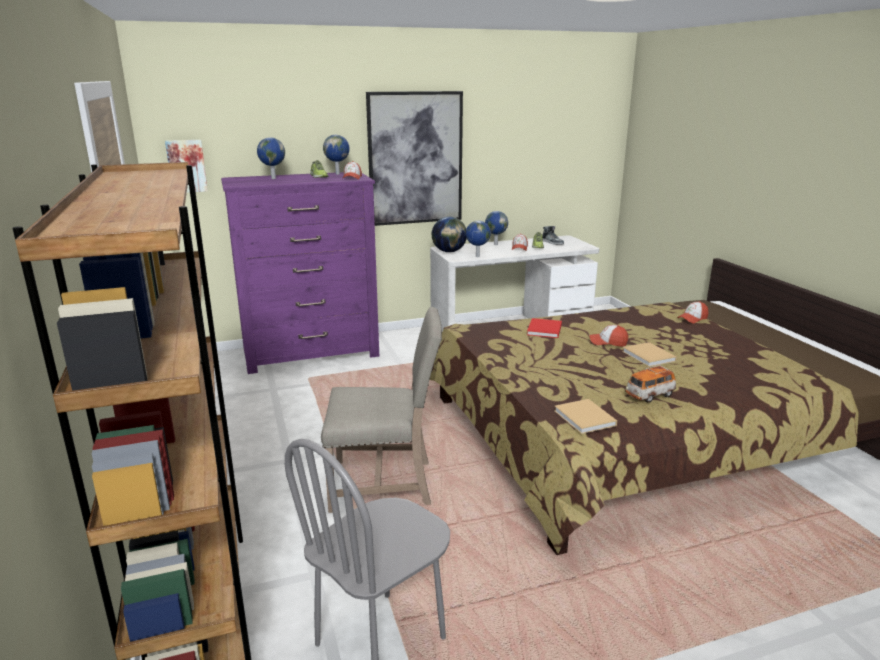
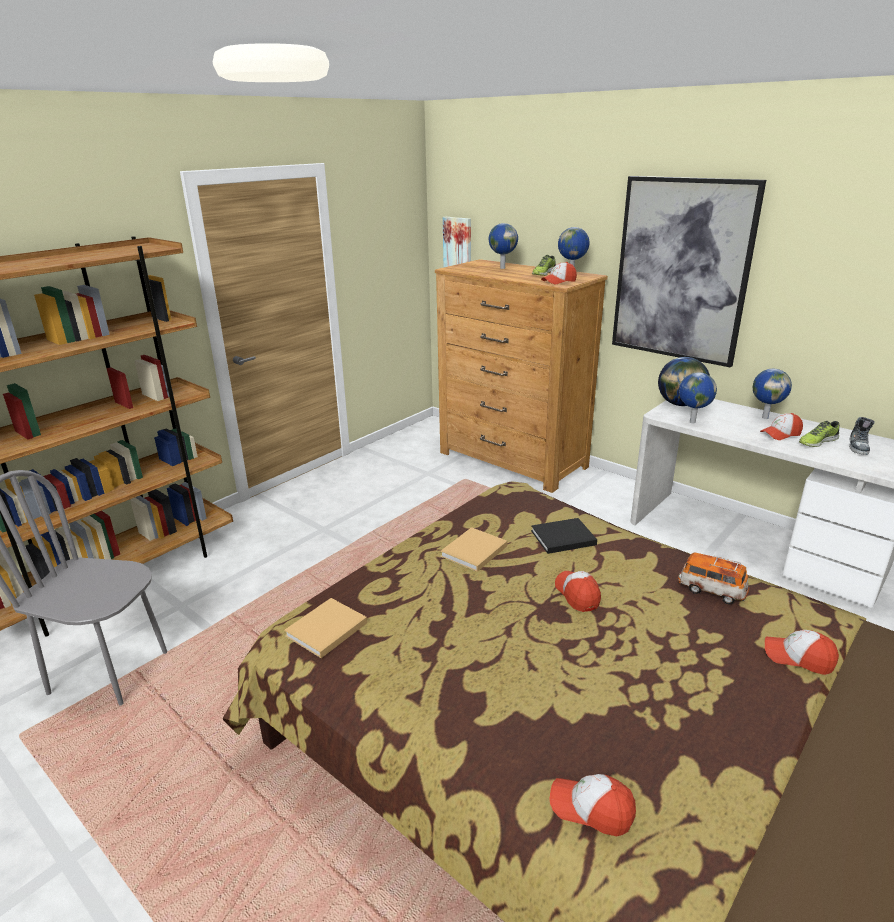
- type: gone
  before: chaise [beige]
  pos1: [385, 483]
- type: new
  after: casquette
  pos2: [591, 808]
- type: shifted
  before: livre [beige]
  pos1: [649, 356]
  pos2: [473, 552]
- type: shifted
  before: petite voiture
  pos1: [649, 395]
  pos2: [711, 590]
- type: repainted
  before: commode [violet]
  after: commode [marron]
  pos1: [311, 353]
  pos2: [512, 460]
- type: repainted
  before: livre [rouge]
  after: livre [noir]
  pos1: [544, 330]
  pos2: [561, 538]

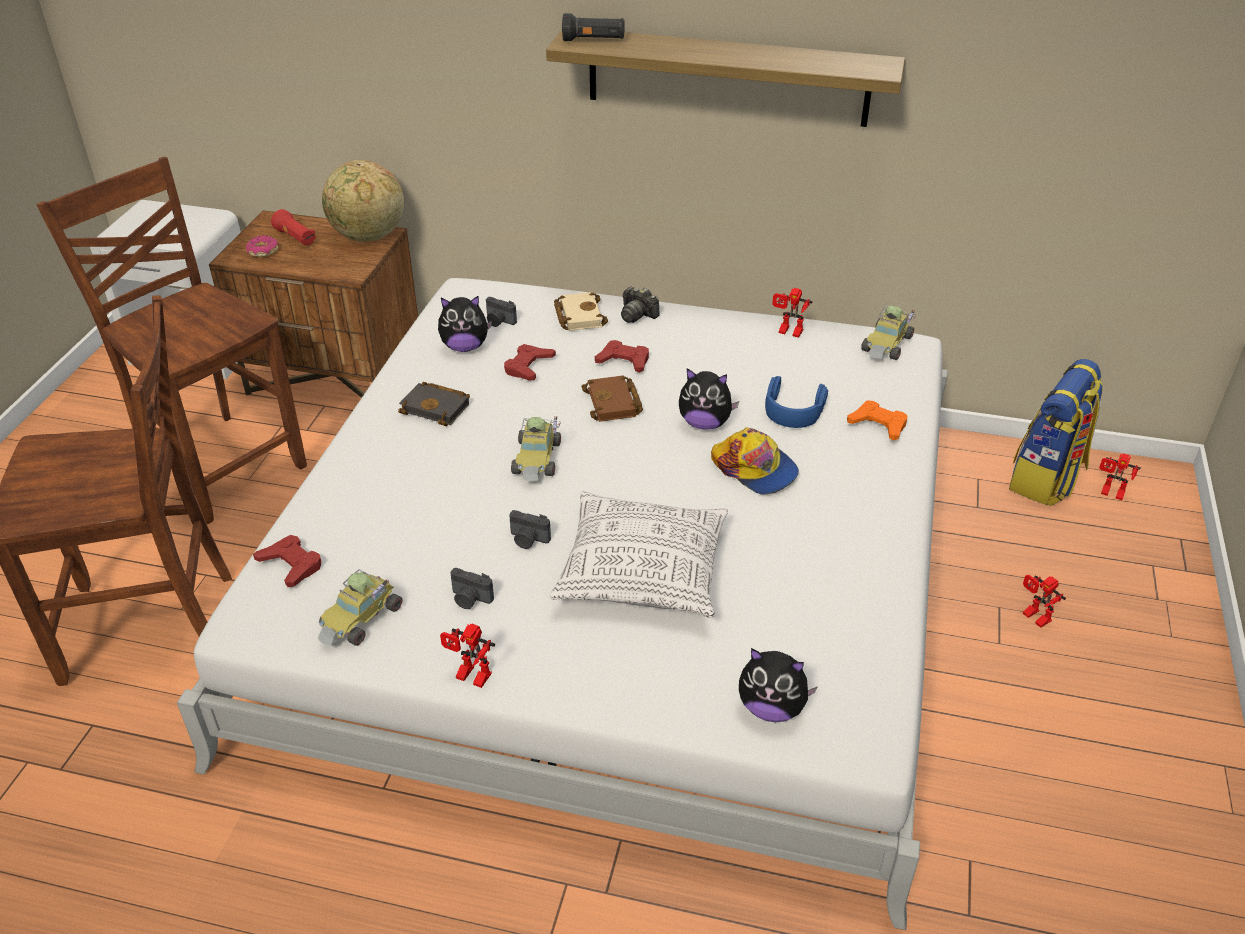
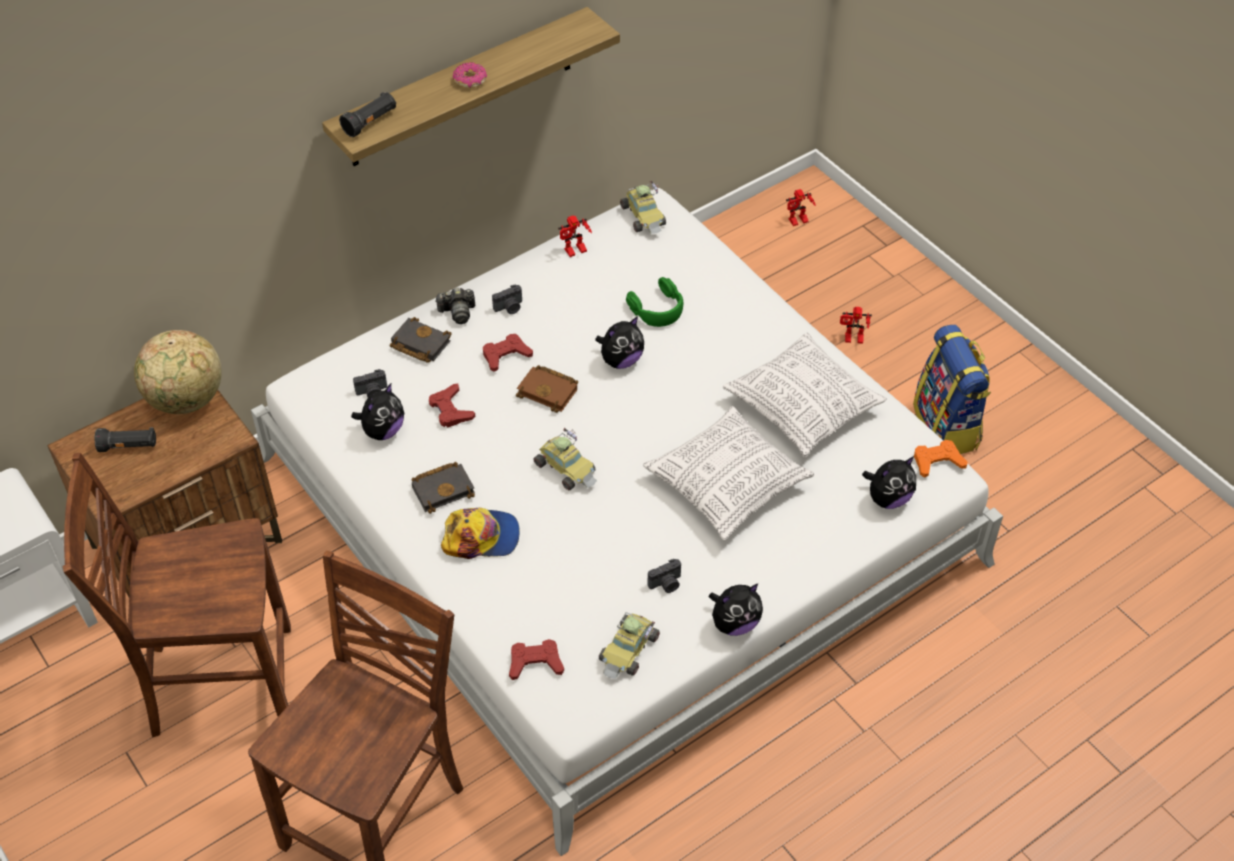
- type: new
  after: coussin
  pos2: [803, 407]
- type: shifted
  before: beignet
  pos1: [263, 251]
  pos2: [470, 80]
- type: shifted
  before: appareil photo
  pos1: [528, 540]
  pos2: [509, 308]
- type: shifted
  before: casquette
  pos1: [755, 468]
  pos2: [481, 537]
- type: shifted
  before: manette [orange]
  pos1: [878, 424]
  pos2: [937, 462]
- type: shifted
  before: sac à dos
  pos1: [1046, 479]
  pos2: [947, 427]
- type: swapped
  before: robot jouet
  after: peluche
  pos1: [469, 678]
  pos2: [734, 623]
- type: repainted
  before: lampe de poche [rouge]
  after: lampe de poche [noir]
  pos1: [296, 238]
  pos2: [129, 446]
- type: repainted
  before: livre [beige]
  after: livre [noir]
  pos1: [578, 315]
  pos2: [418, 344]
- type: repainted
  before: casque audio [bleu]
  after: casque audio [vert]
  pos1: [793, 409]
  pos2: [657, 309]
- type: rotated
  before: petite voiture
  pos1: [362, 619]
  pos2: [629, 650]
  turn: 45

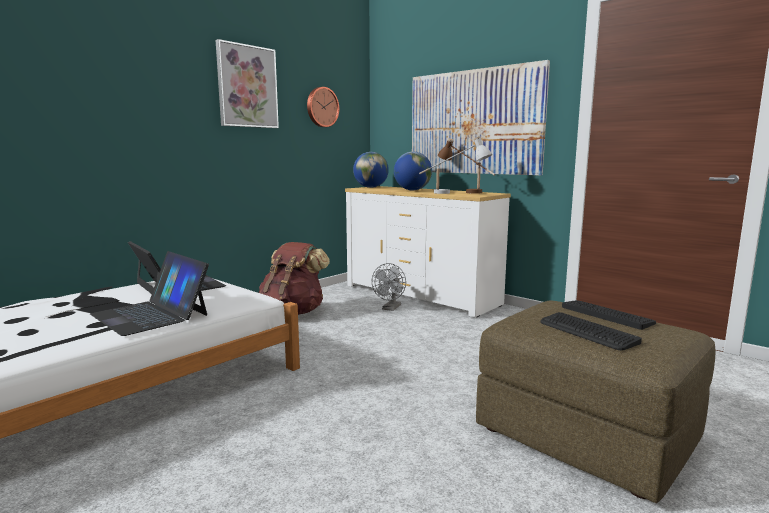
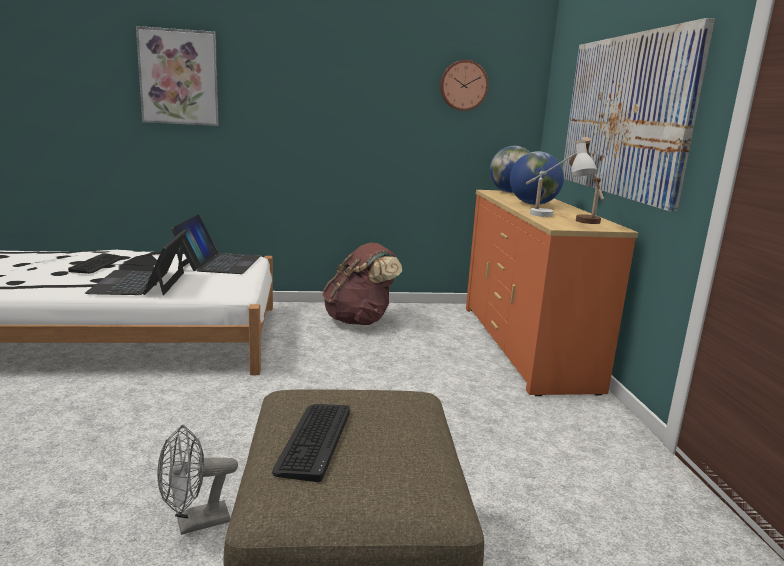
- type: shifted
  before: tableau
  pos1: [247, 86]
  pos2: [179, 77]
- type: shifted
  before: ventilateur [gris]
  pos1: [390, 308]
  pos2: [194, 523]
- type: shifted
  before: clavier
  pos1: [607, 314]
  pos2: [97, 264]
- type: repainted
  before: commode [blanc]
  after: commode [orange]
  pos1: [420, 295]
  pos2: [526, 345]

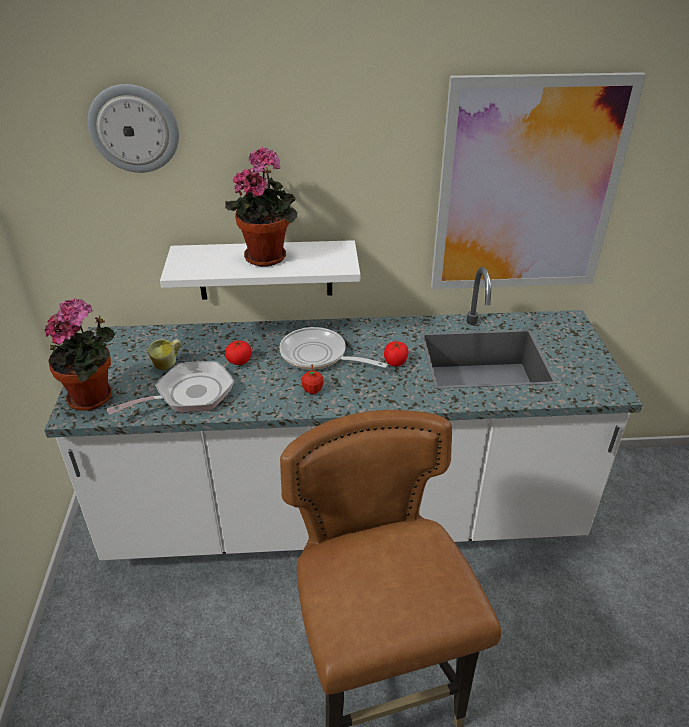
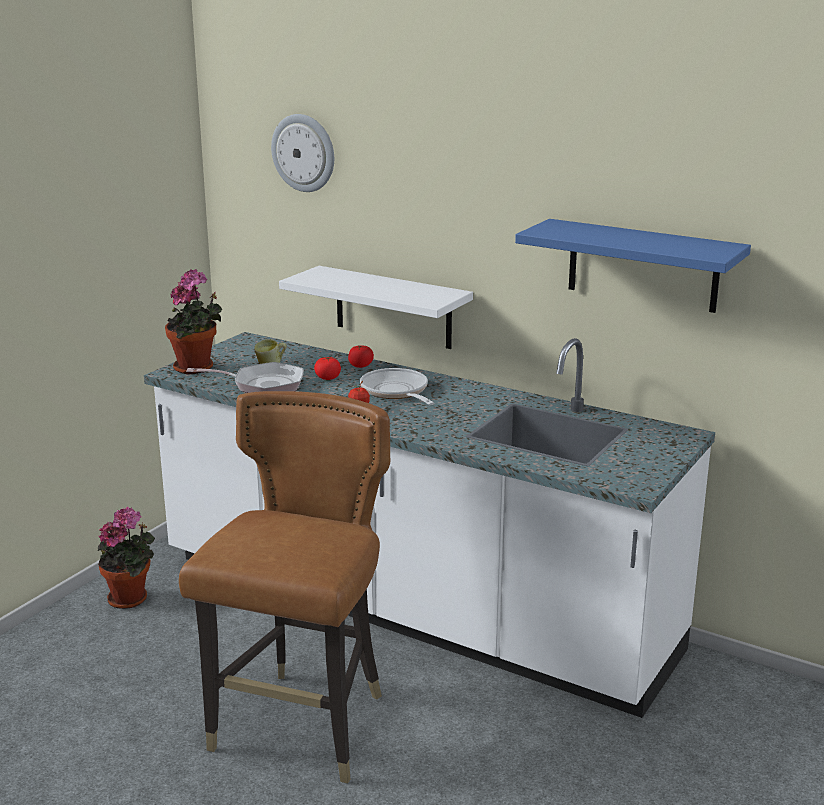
- type: shifted
  before: plante en pot
  pos1: [267, 255]
  pos2: [131, 598]
- type: shifted
  before: tomate
  pos1: [395, 362]
  pos2: [360, 366]
- type: swapped
  before: tableau
  after: étagère [bleu]
  pos1: [527, 188]
  pos2: [642, 265]

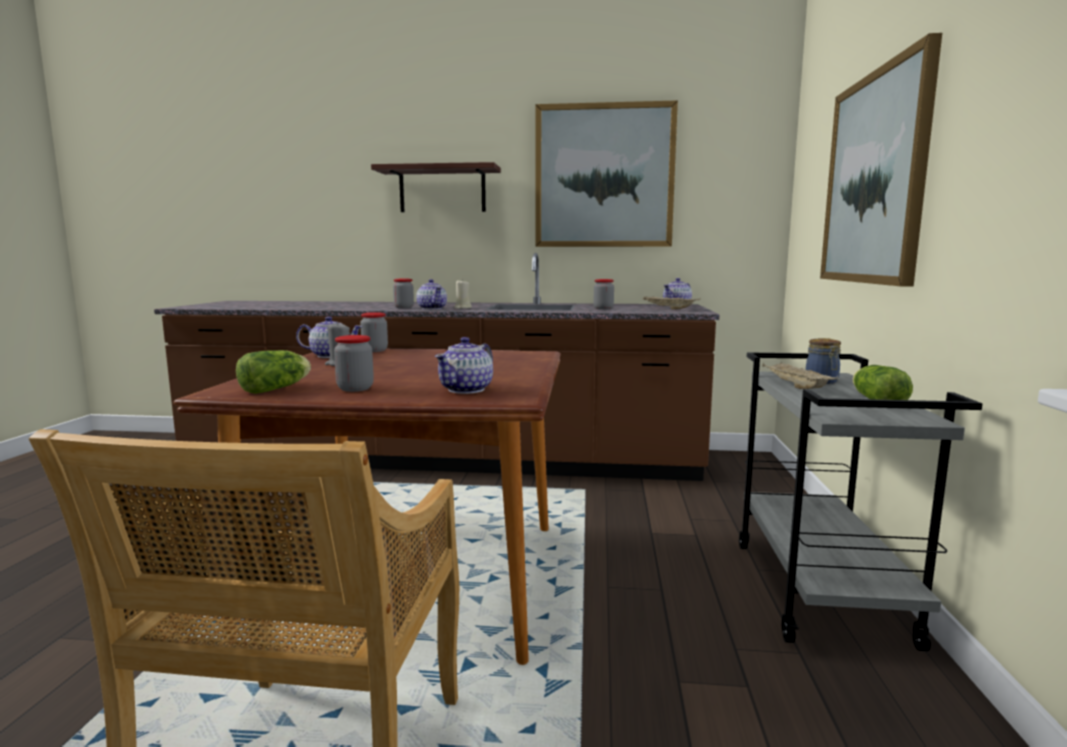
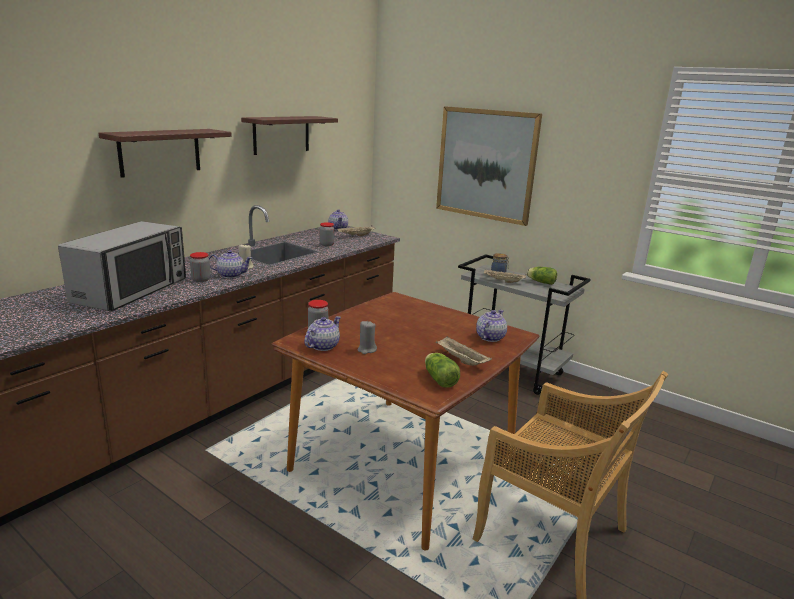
- type: new
  after: micro-ondes
  pos2: [132, 291]
- type: swapped
  before: bocal
  after: plateau [beige]
  pos1: [355, 388]
  pos2: [460, 360]
- type: swapped
  before: tableau
  after: étagère
  pos1: [604, 176]
  pos2: [281, 134]
- type: rotated
  before: théière
  pos1: [467, 389]
  pos2: [489, 337]
  turn: -120

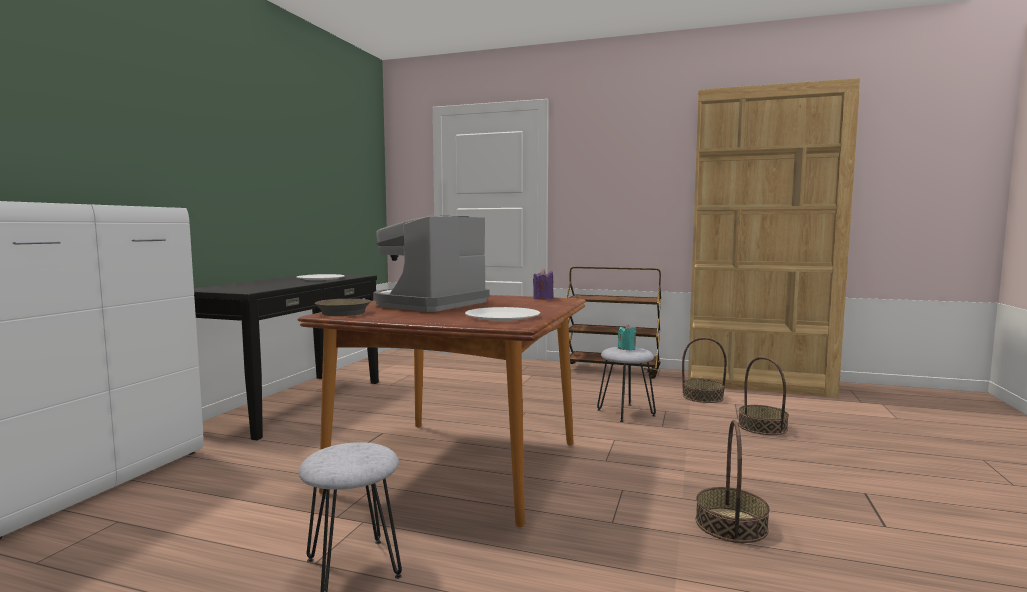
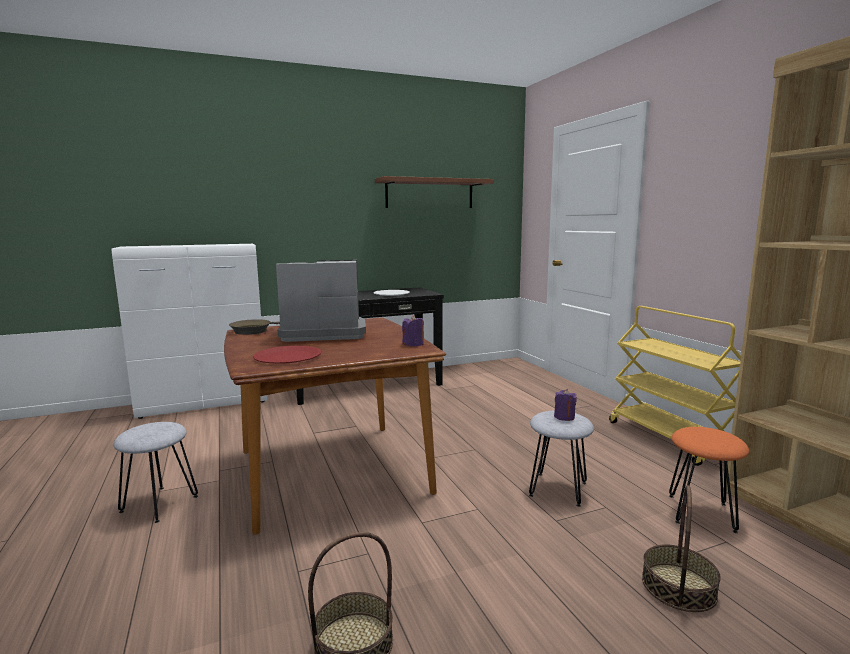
- type: new
  after: étagère [marron]
  pos2: [429, 194]
- type: swapped
  before: panier
  after: tabouret [orange]
  pos1: [702, 397]
  pos2: [701, 513]
- type: repainted
  before: assiette [blanc]
  after: assiette [rouge]
  pos1: [502, 316]
  pos2: [288, 357]
- type: repainted
  before: chariot [marron]
  after: chariot [jaune]
  pos1: [612, 370]
  pos2: [669, 439]
- type: repainted
  before: bougie [turquoise]
  after: bougie [violet]
  pos1: [626, 348]
  pos2: [564, 417]

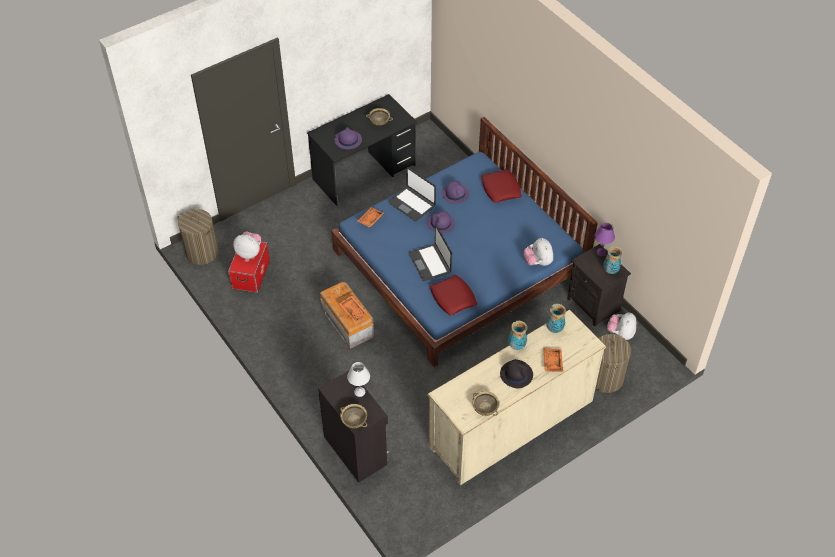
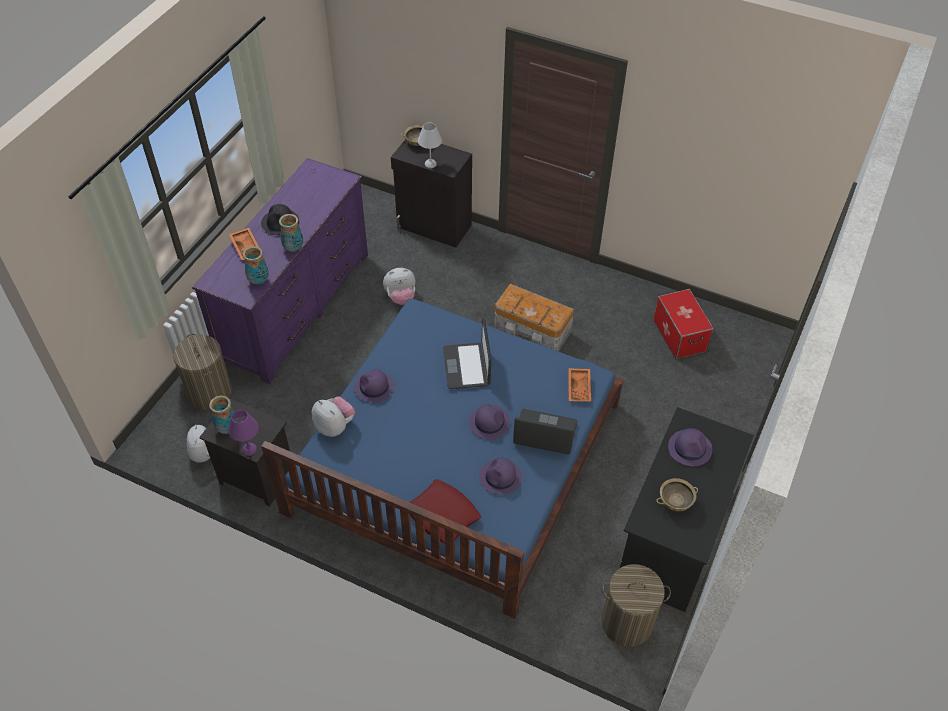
- type: gone
  before: plateau [orange]
  pos1: [354, 311]
- type: gone
  before: coussin [rouge]
  pos1: [453, 298]
- type: gone
  before: bol [beige]
  pos1: [485, 408]
- type: new
  after: chapeau [violet]
  pos2: [374, 387]
- type: shifted
  before: panier à linge
  pos1: [202, 252]
  pos2: [627, 622]
- type: shifted
  before: peluche
  pos1: [249, 252]
  pos2: [401, 297]
- type: repainted
  before: commode [beige]
  after: commode [violet]
  pos1: [511, 423]
  pos2: [296, 306]
- type: rotated
  before: ordinateur portable
  pos1: [430, 263]
  pos2: [467, 366]
  turn: -135

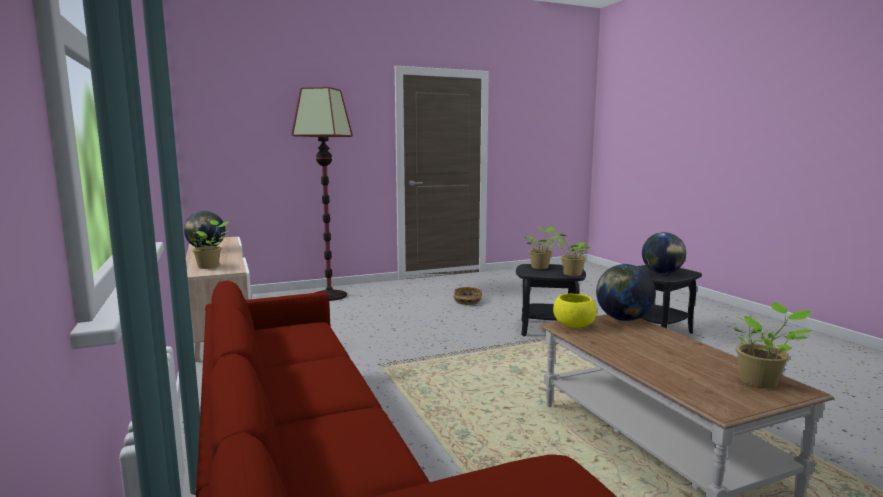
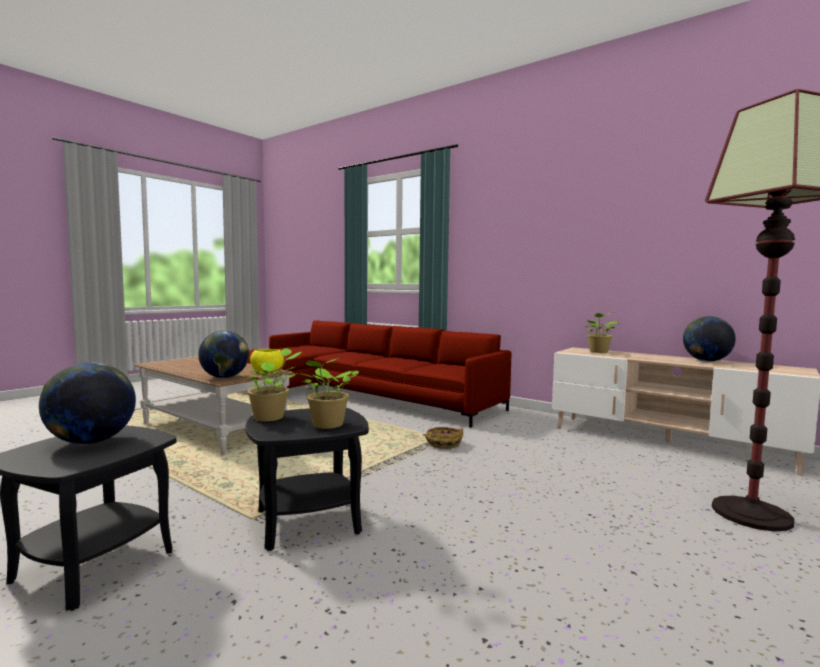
- type: gone
  before: plante en pot
  pos1: [761, 382]
- type: shifted
  before: panier
  pos1: [467, 301]
  pos2: [443, 443]

